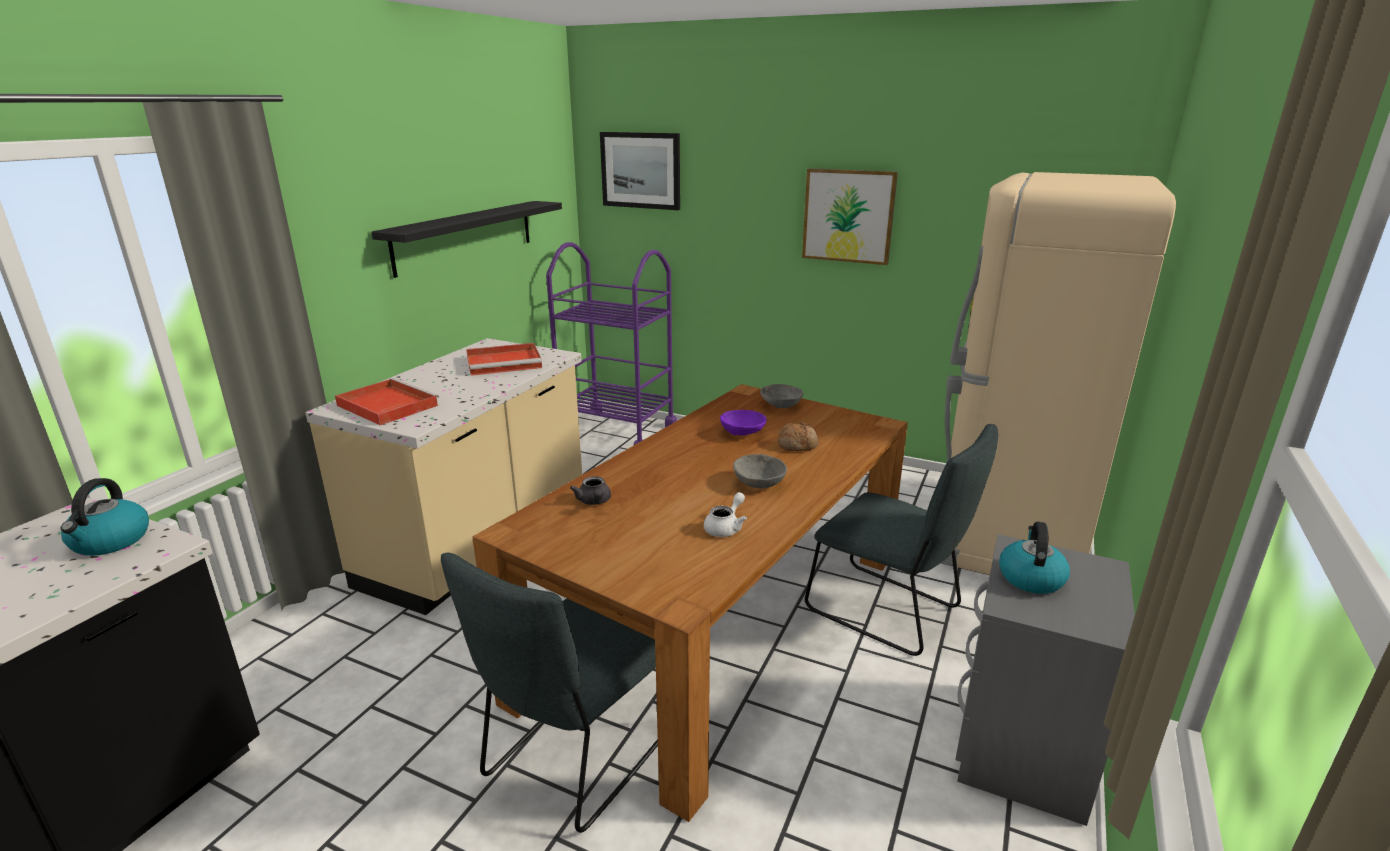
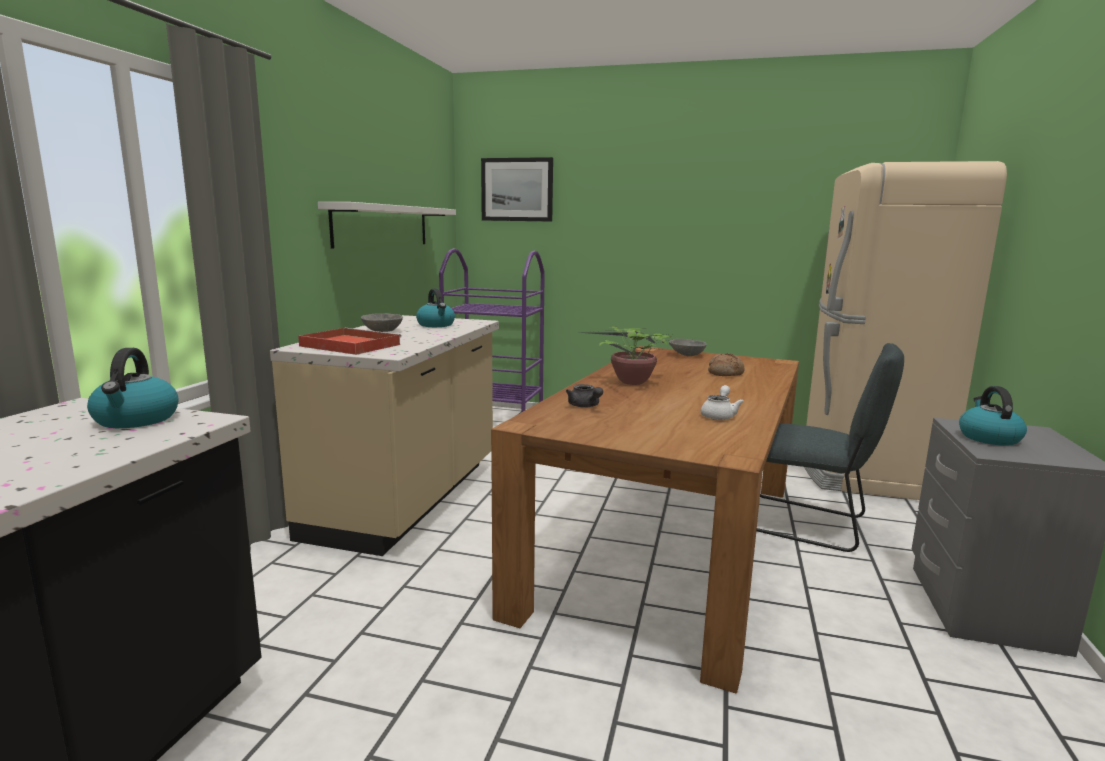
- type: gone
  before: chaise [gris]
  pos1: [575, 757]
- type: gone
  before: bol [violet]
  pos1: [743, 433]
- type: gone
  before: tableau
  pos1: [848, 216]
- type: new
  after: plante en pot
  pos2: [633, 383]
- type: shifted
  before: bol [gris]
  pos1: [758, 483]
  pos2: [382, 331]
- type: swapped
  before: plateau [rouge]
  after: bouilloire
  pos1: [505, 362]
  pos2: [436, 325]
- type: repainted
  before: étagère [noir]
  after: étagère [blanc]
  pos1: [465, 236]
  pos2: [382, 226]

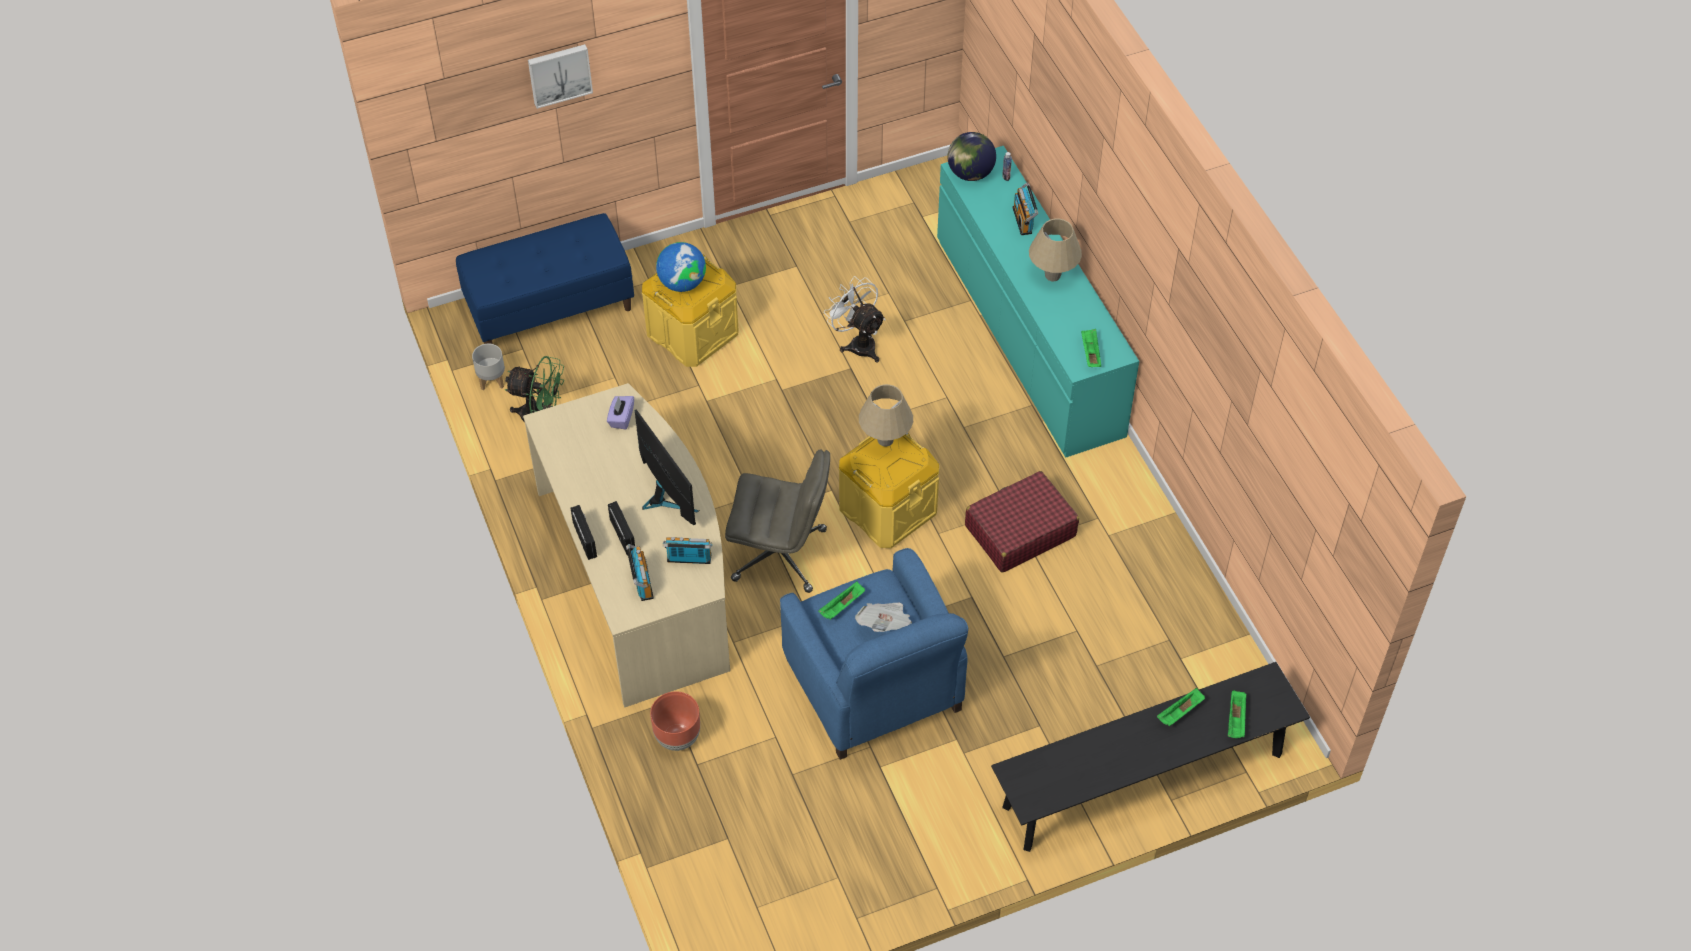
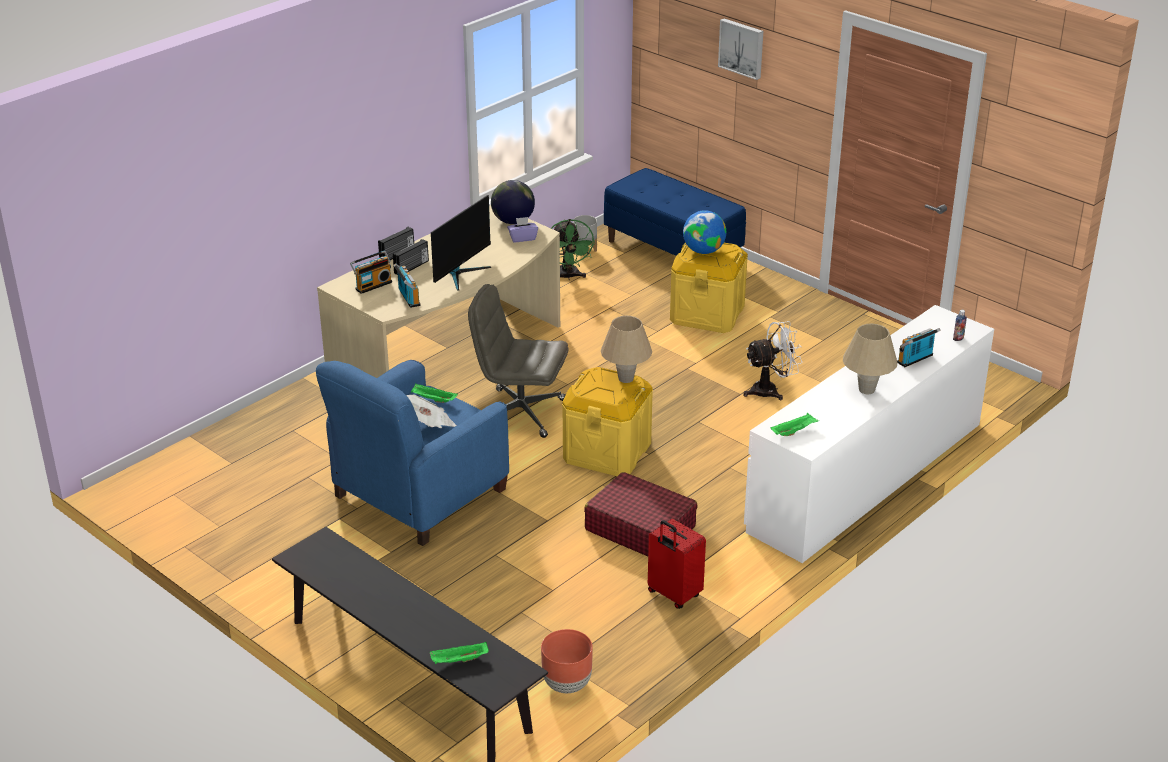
- type: gone
  before: plateau [vert]
  pos1: [1180, 713]
- type: new
  after: valise [rouge]
  pos2: [673, 595]
- type: shifted
  before: cache-pot [marron]
  pos1: [678, 737]
  pos2: [567, 685]
- type: shifted
  before: globe
  pos1: [970, 173]
  pos2: [513, 221]
- type: repainted
  before: commode [turquoise]
  after: commode [blanc]
  pos1: [1029, 336]
  pos2: [867, 476]
- type: rotated
  before: chaise de bureau [gris]
  pos1: [781, 555]
  pos2: [519, 413]
  turn: 120
- type: rotated
  before: ventilateur [blanc]
  pos1: [858, 343]
  pos2: [770, 390]
  turn: 45

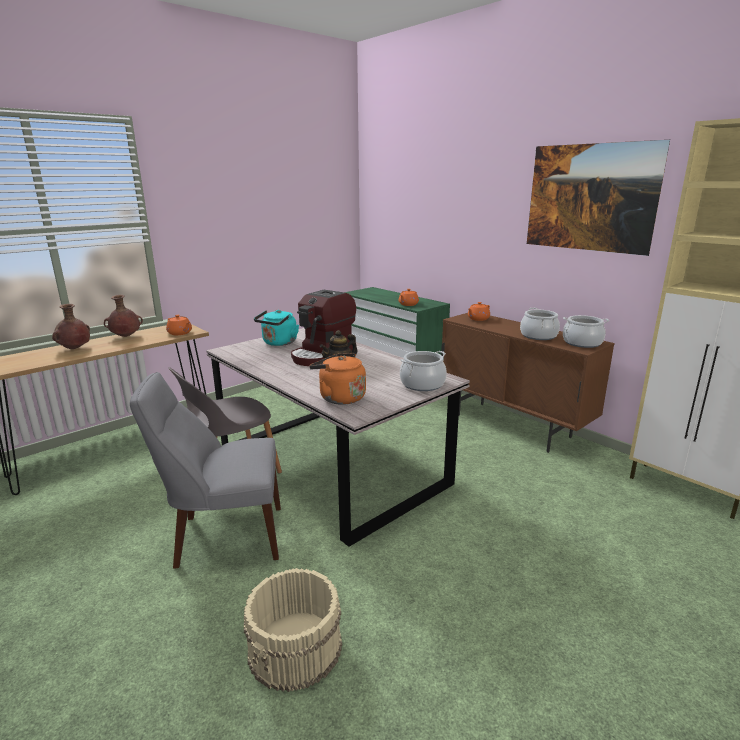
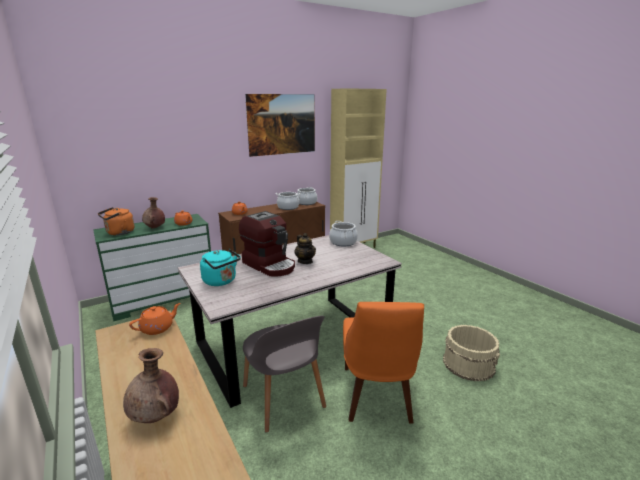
- type: shifted
  before: vase [marron]
  pos1: [125, 337]
  pos2: [155, 228]
- type: shifted
  before: bouilloire [orange]
  pos1: [339, 397]
  pos2: [119, 233]
- type: repainted
  before: chaise [gris]
  after: chaise [orange]
  pos1: [224, 536]
  pos2: [377, 396]

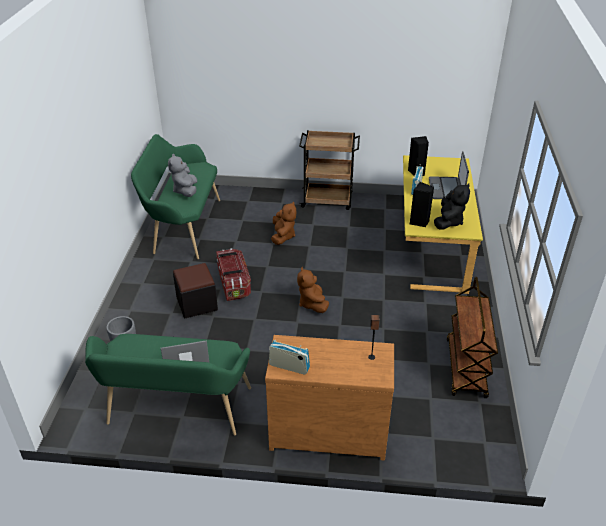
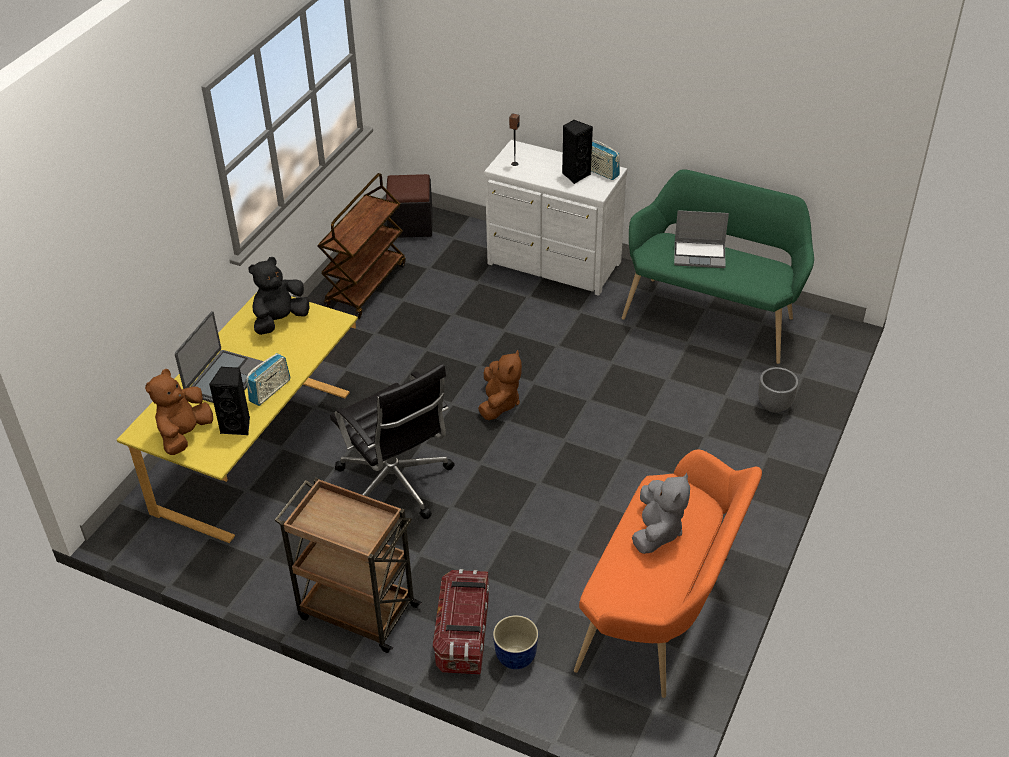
- type: new
  after: chaise de bureau [noir]
  pos2: [396, 485]
- type: new
  after: cache-pot
  pos2: [516, 657]
- type: shifted
  before: pouf [noir]
  pos1: [197, 304]
  pos2: [410, 224]
- type: shifted
  before: boîte de rangement
  pos1: [233, 283]
  pos2: [463, 635]
- type: shifted
  before: peluche [marron]
  pos1: [283, 236]
  pos2: [184, 434]
- type: shifted
  before: enceinte [noir]
  pos1: [419, 222]
  pos2: [575, 175]
- type: repainted
  before: banc [vert]
  after: banc [orange]
  pos1: [183, 226]
  pos2: [663, 613]
- type: repainted
  before: commode [marron]
  after: commode [blanc]
  pos1: [328, 429]
  pos2: [553, 265]

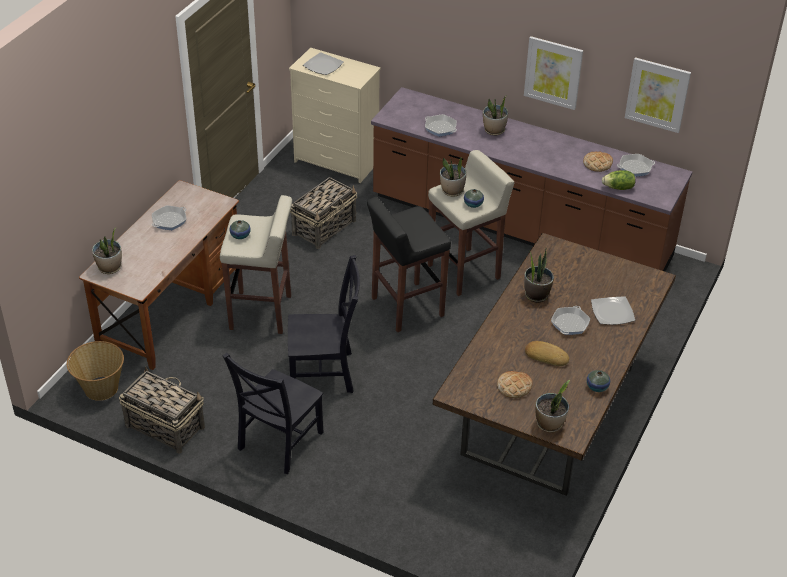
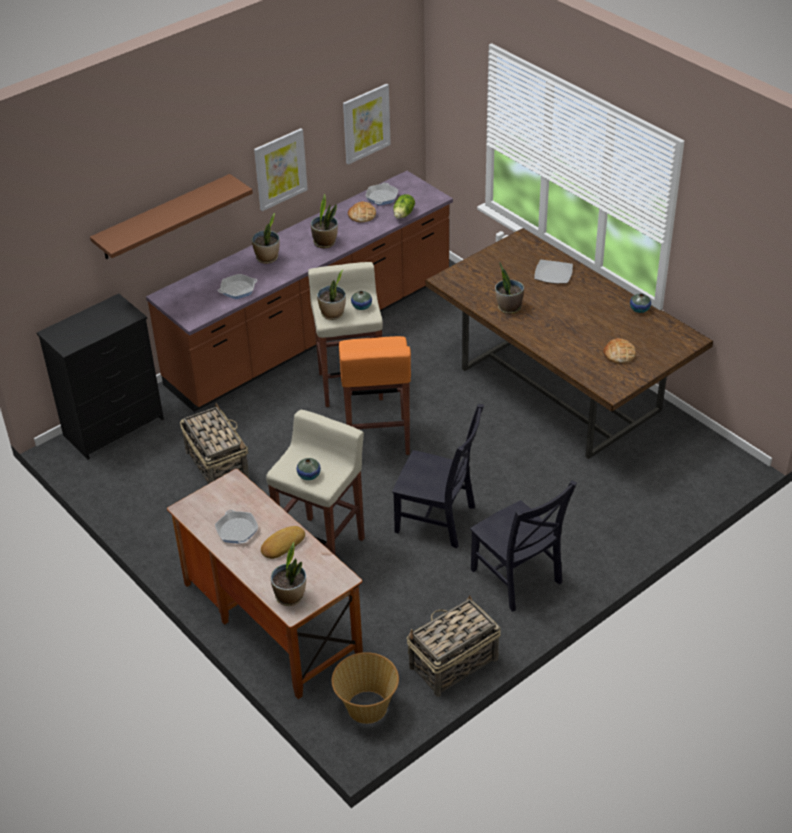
- type: gone
  before: assiette
  pos1: [323, 65]
- type: gone
  before: poêle
  pos1: [570, 324]
- type: new
  after: étagère [marron]
  pos2: [163, 217]
- type: shifted
  before: pain
  pos1: [546, 356]
  pos2: [282, 544]
- type: shifted
  before: plante en pot
  pos1: [549, 424]
  pos2: [325, 242]
- type: repainted
  before: commode [beige]
  after: commode [noir]
  pos1: [336, 162]
  pos2: [115, 427]
- type: repainted
  before: tabouret [noir]
  after: tabouret [orange]
  pos1: [406, 307]
  pos2: [377, 439]
- type: rotated
  before: chaise [noir]
  pos1: [325, 373]
  pos2: [438, 520]
  turn: 90

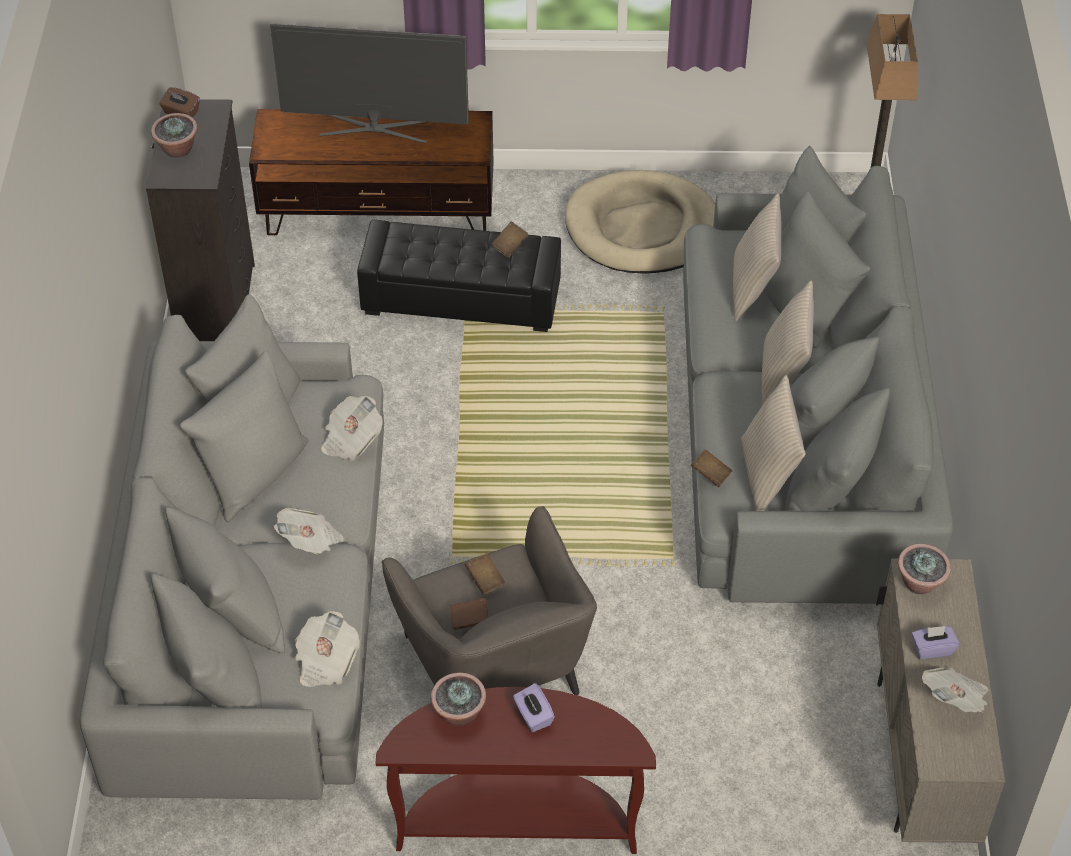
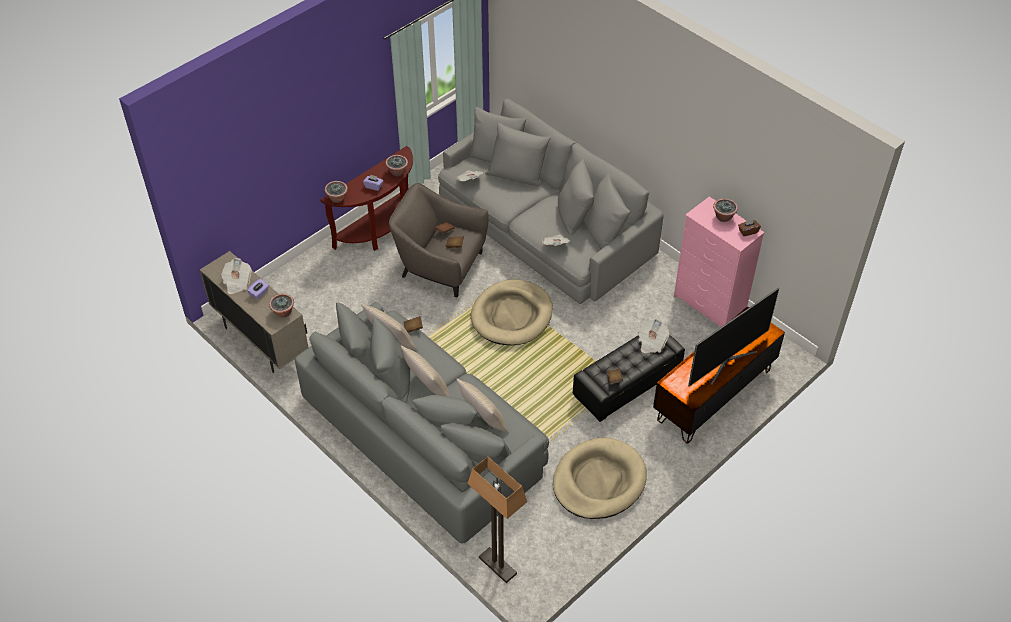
- type: new
  after: plante en pot
  pos2: [337, 198]
- type: new
  after: panier pour chien [beige]
  pos2: [512, 315]
- type: shifted
  before: journal
  pos1: [310, 541]
  pos2: [651, 342]
- type: repainted
  before: commode [noir]
  after: commode [rose]
  pos1: [218, 306]
  pos2: [709, 306]

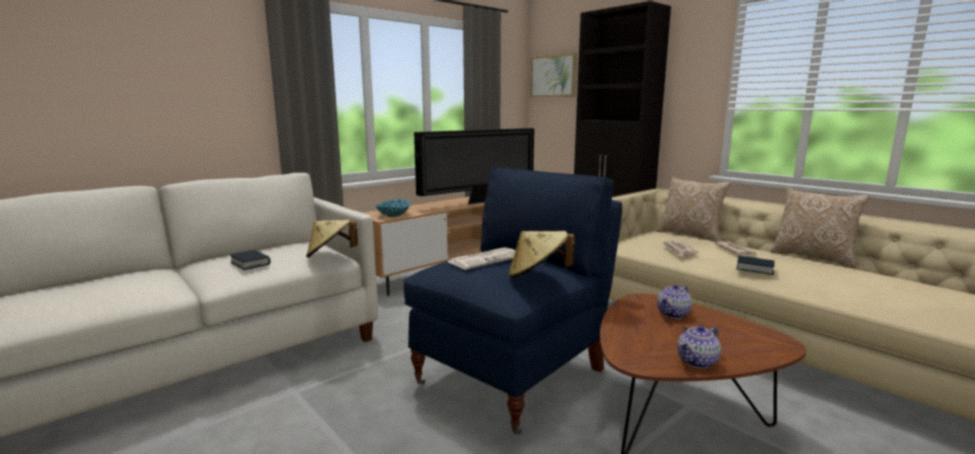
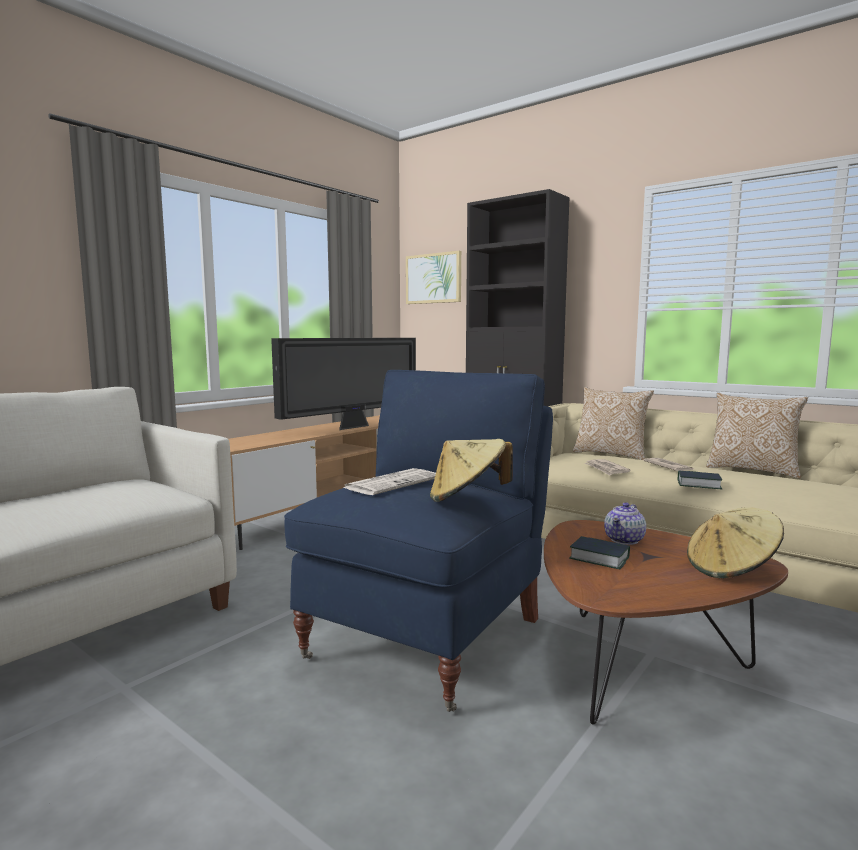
- type: gone
  before: bol
  pos1: [393, 215]
- type: gone
  before: théière
  pos1: [698, 361]
- type: shifted
  before: livre
  pos1: [250, 263]
  pos2: [599, 558]
- type: shifted
  before: chapeau [beige]
  pos1: [331, 255]
  pos2: [731, 569]

